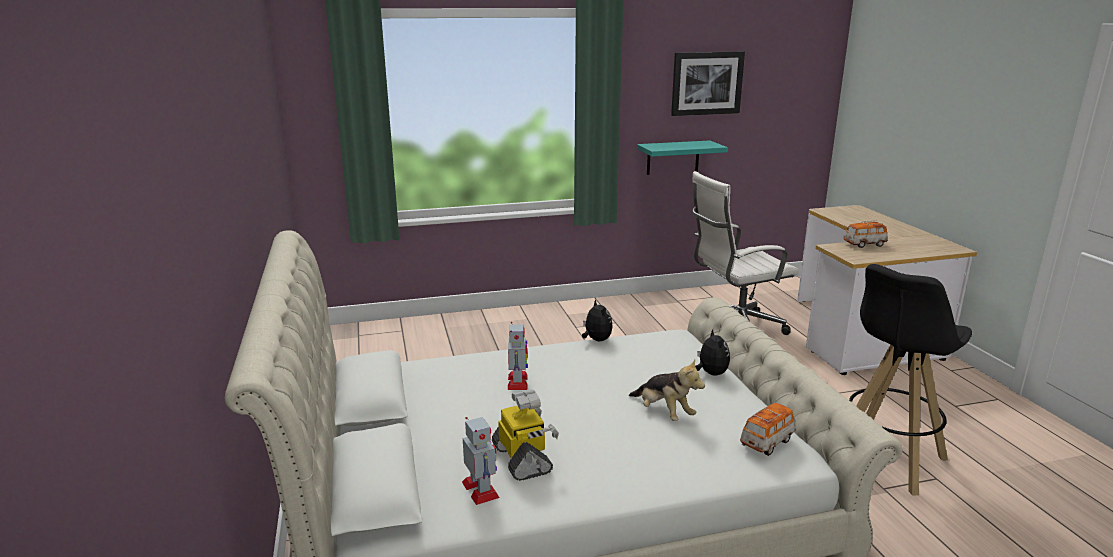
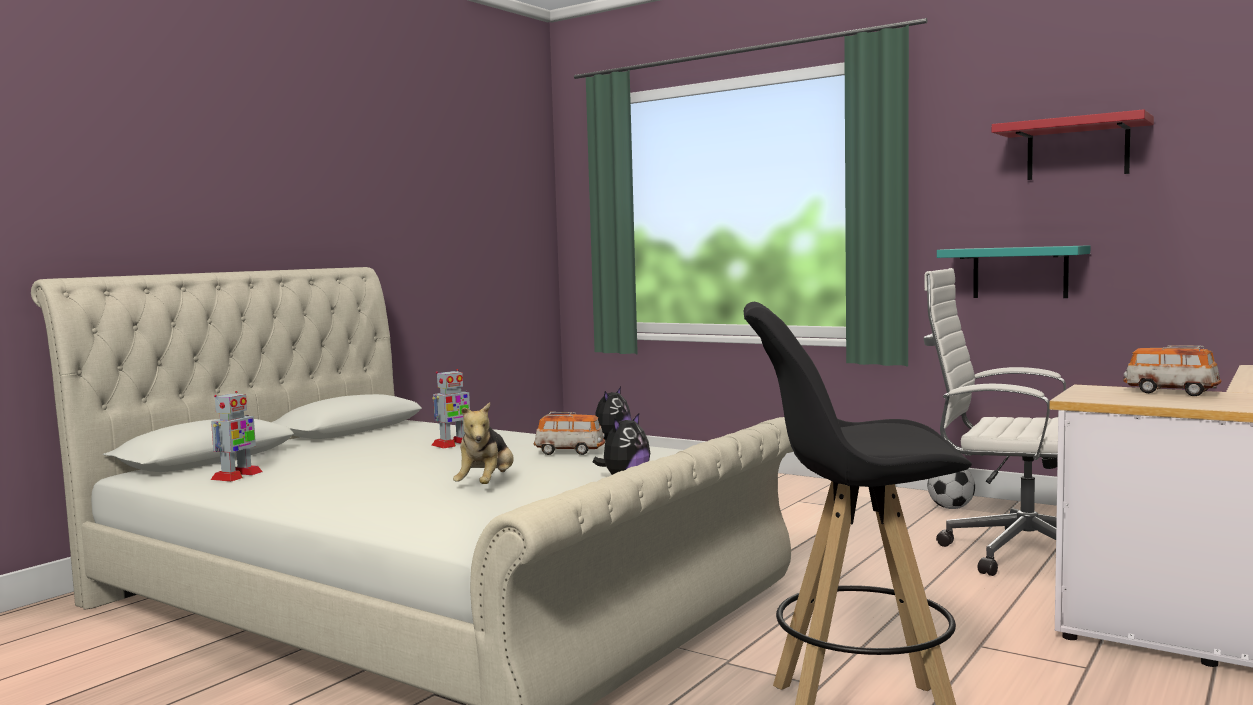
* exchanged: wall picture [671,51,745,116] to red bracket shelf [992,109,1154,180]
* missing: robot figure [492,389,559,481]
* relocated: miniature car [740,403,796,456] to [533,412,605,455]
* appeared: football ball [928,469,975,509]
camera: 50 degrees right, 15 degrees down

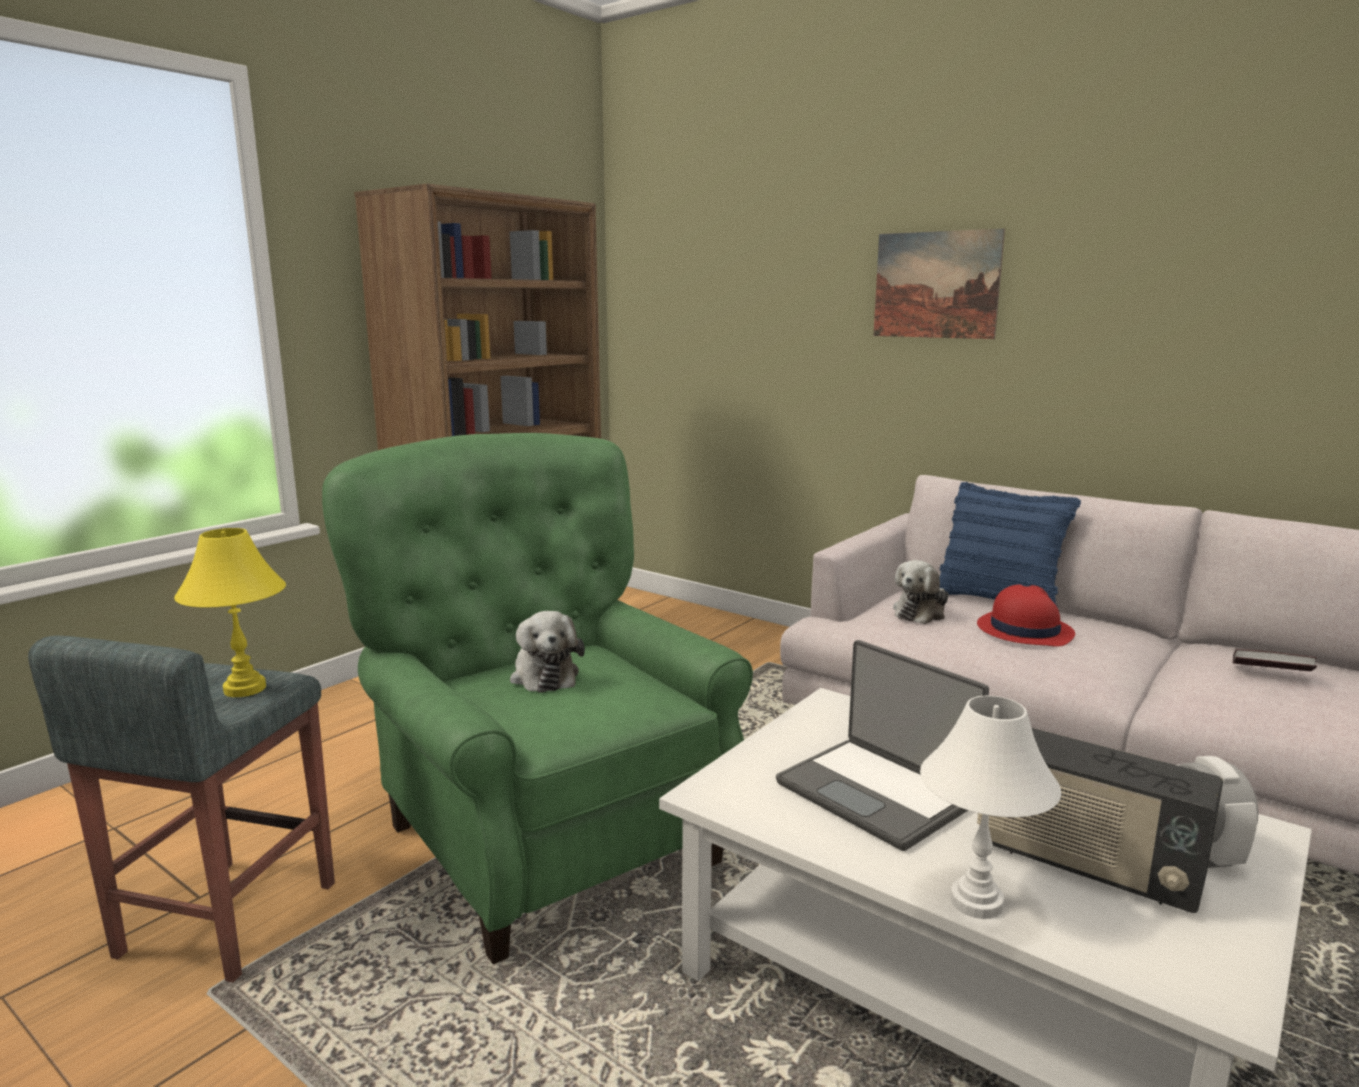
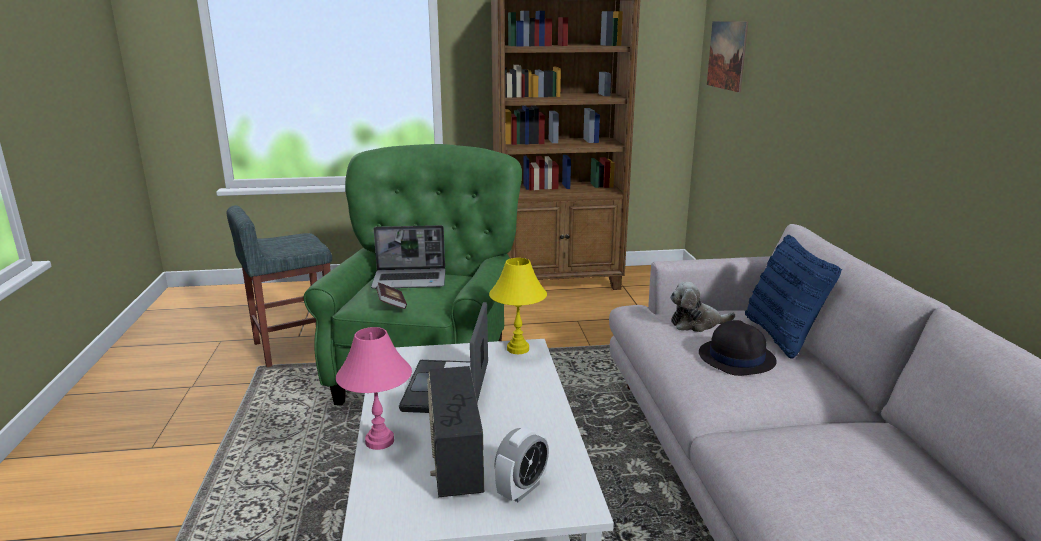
* relocated: wall picture [873,228,1005,339] to [707,21,748,93]
* relocated: yellowish tabletop lamp [174,528,286,697] to [489,258,547,354]
* colour: red hat [977,584,1075,647] to black hat [699,320,777,376]
* exchanged: cuddly toy [510,611,585,693] to laptop [371,225,445,289]
* relocated: volume [1233,649,1317,671] to [376,282,407,309]
* colour: whitish tabletop lamp [920,696,1061,919] to pink tabletop lamp [336,327,412,450]
camera: 45 degrees right, 5 degrees up

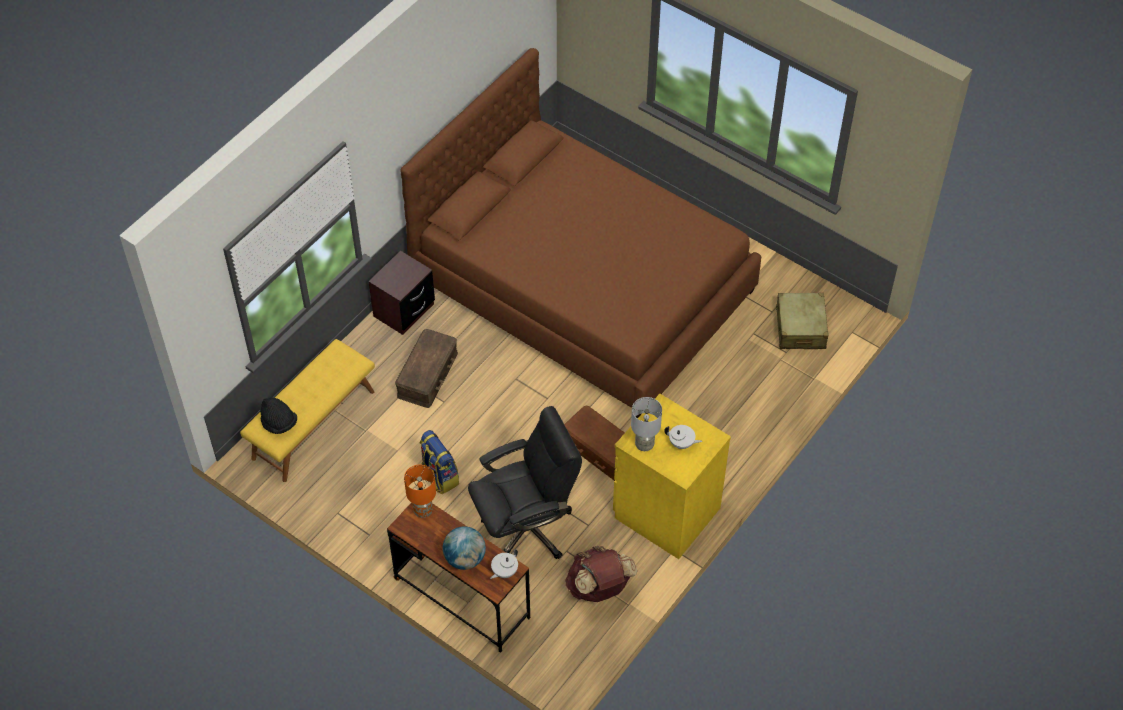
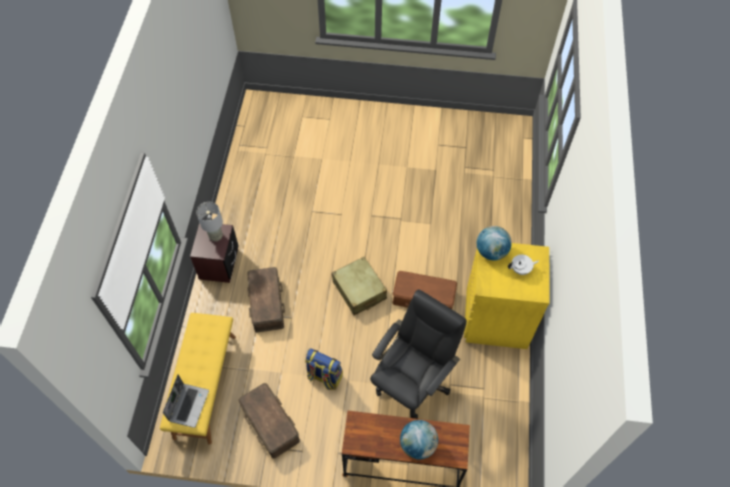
* missing: brown bed [401,48,761,419]
* relocated: sand-coloured suitcase [776,293,828,349] to [332,257,387,315]
* relocated: greyish tabletop lamp [631,397,662,451] to [196,202,223,242]
* exchanged: black hat [261,398,297,434] to laptop [163,375,209,428]
* missing: orangey tabletop lamp [404,465,436,518]
* missing: brown knapsack [565,546,637,602]
* missing: whitish pot for tea [490,549,518,579]
* appeared: globe [477,226,512,261]
* appeared: brown storage box [239,383,300,459]
camera: 30 degrees left, 5 degrees up

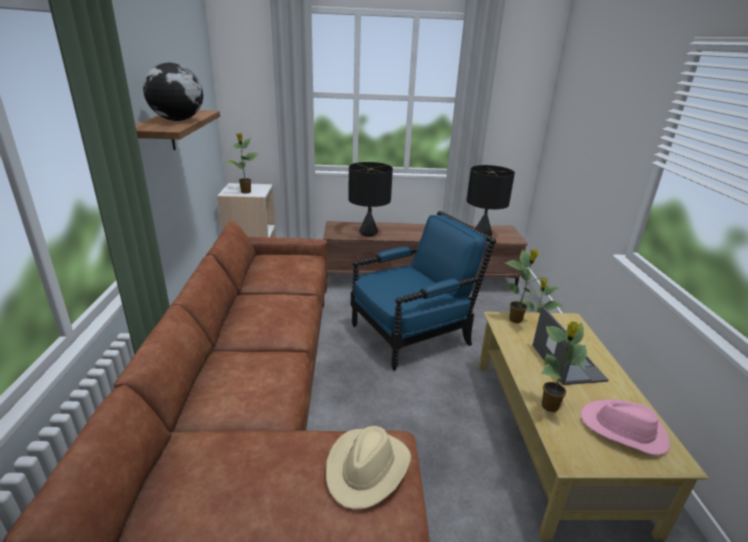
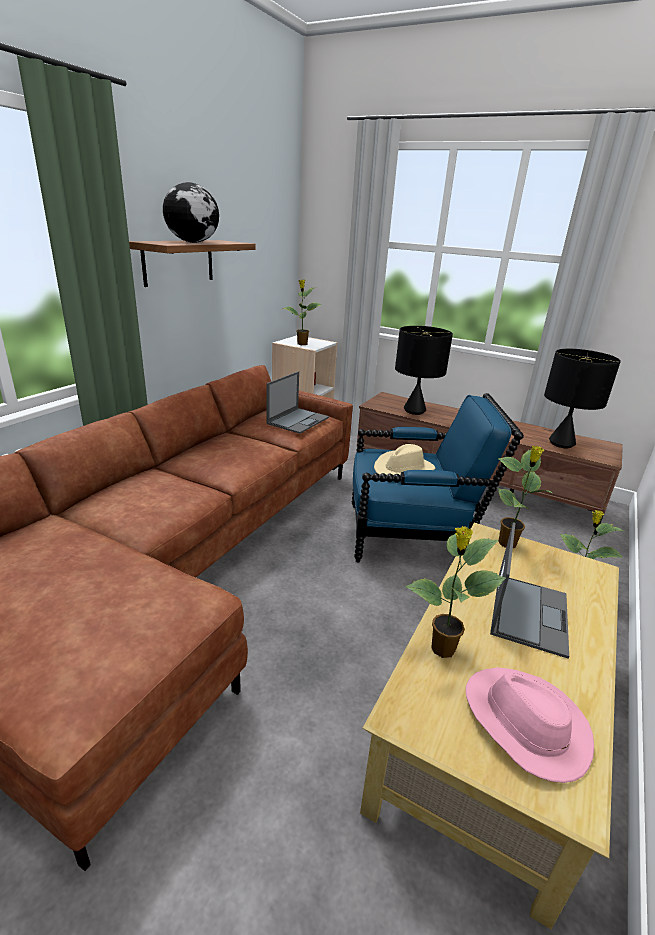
* relocated: sand-coloured hat [326,426,411,509] to [374,444,435,476]
* appeared: laptop [266,371,329,434]
camera: 30 degrees right, 0 degrees up

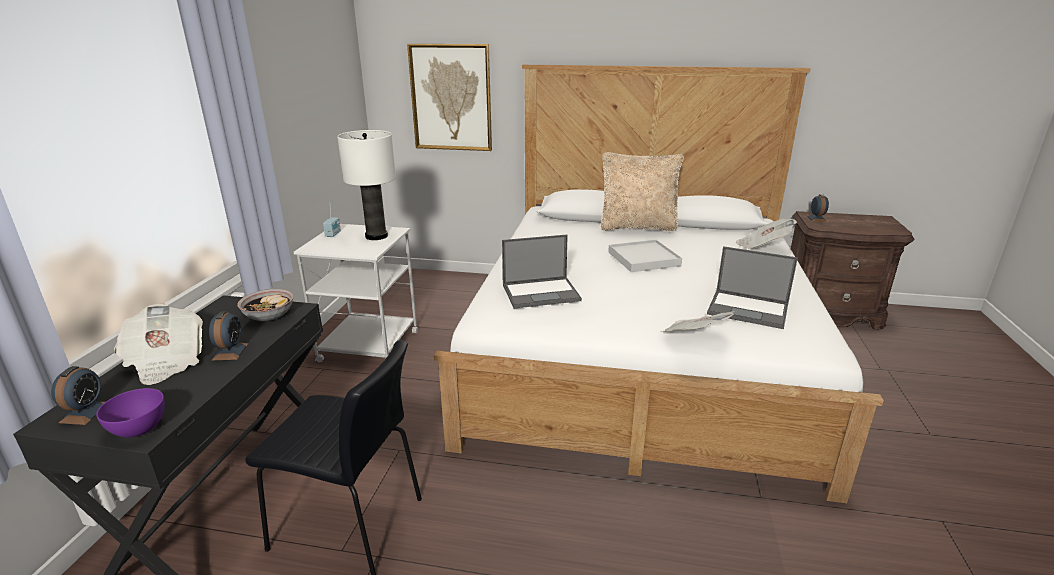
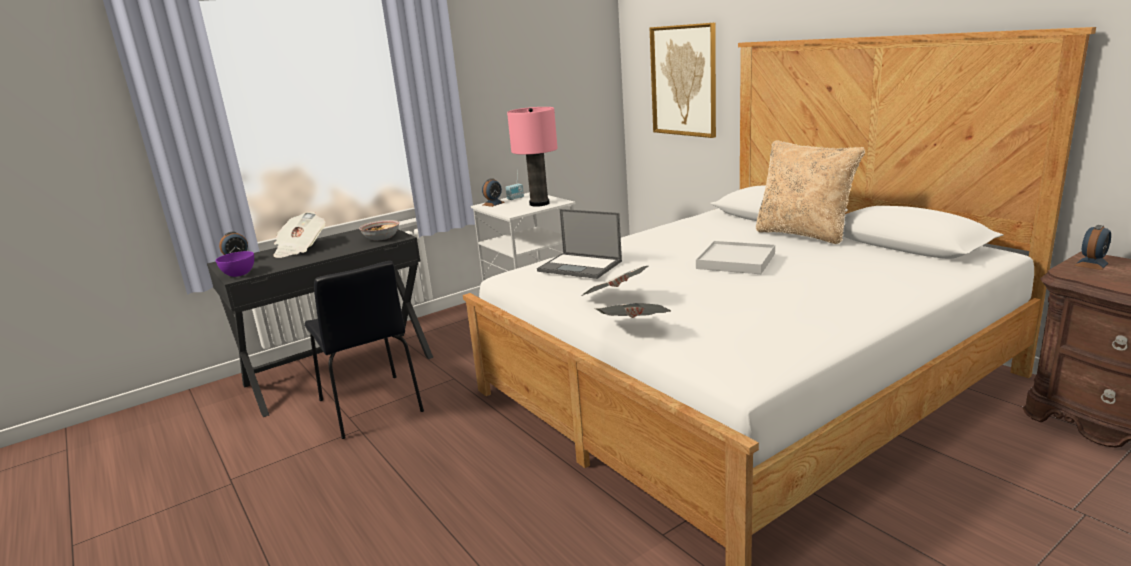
* colour: whitish tabletop lamp [337,130,396,240] to pink tabletop lamp [507,107,557,207]
* relocated: newspaper [735,219,797,249] to [581,266,648,296]
* missing: laptop [707,246,798,329]
* relocated: bedside clock [209,311,249,360] to [482,178,505,207]
camera: 45 degrees right, 5 degrees down

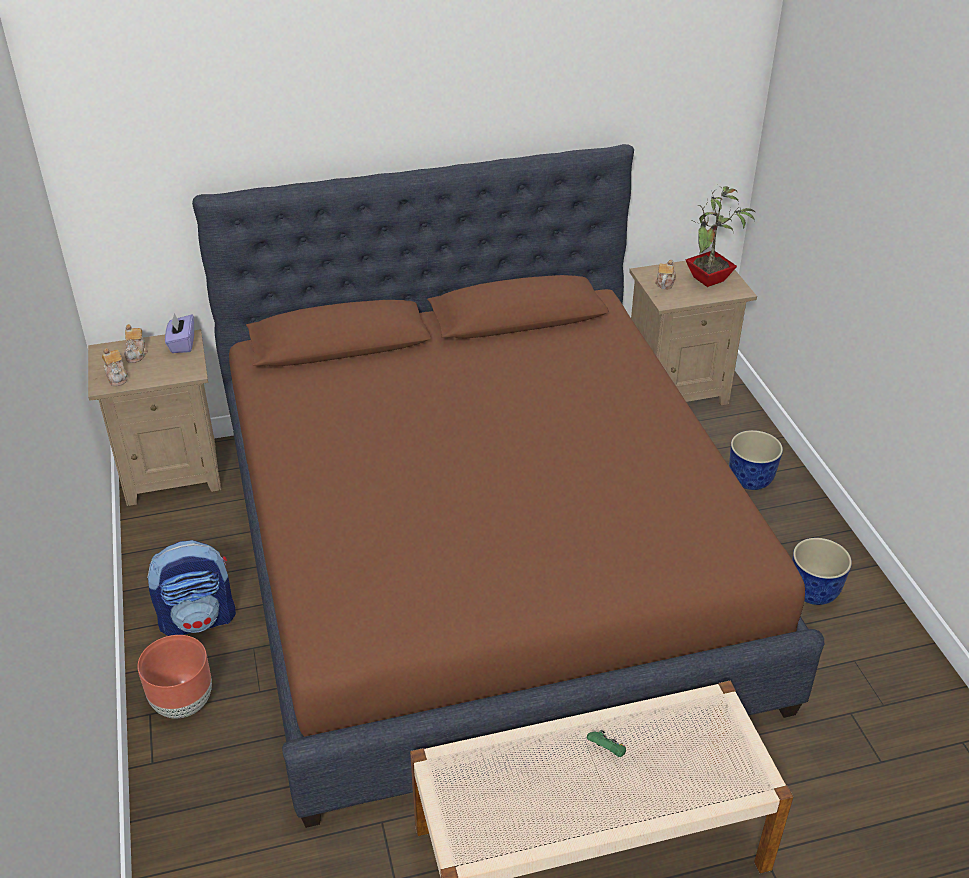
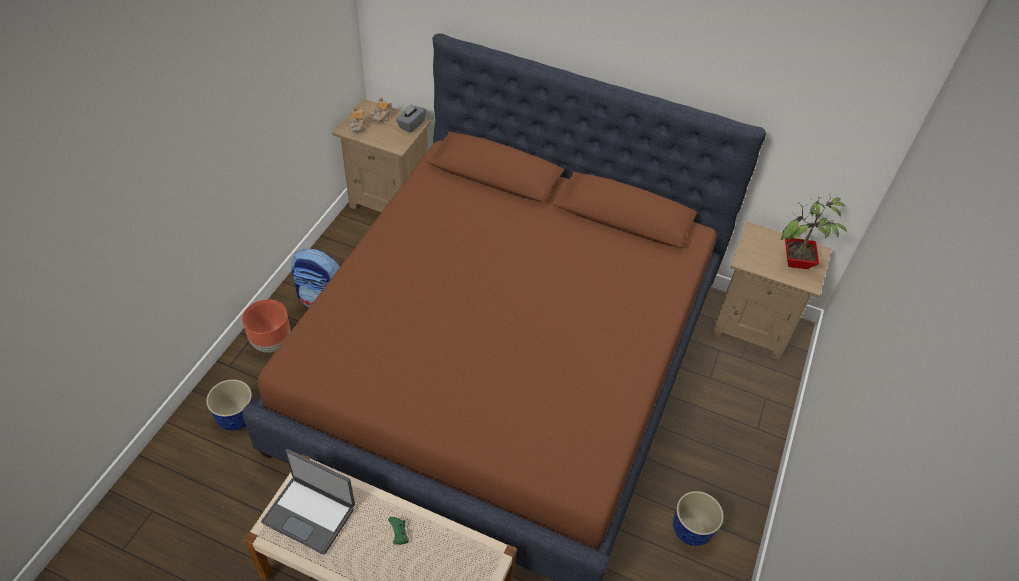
* missing: pot for tea [655,259,676,289]
* colour: purple-coloured box of tissues [165,313,194,353] to greyish box of tissues [396,103,426,133]
* relocated: plant pot [729,430,783,490] to [206,379,254,431]
* appeared: laptop [261,449,355,554]
camera: 35 degrees right, 10 degrees up

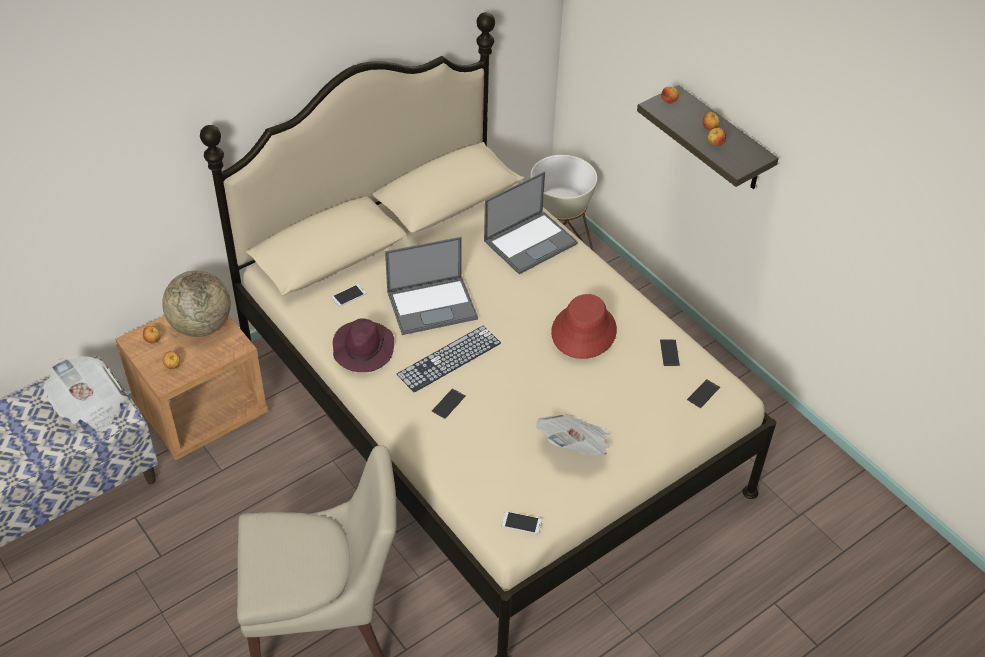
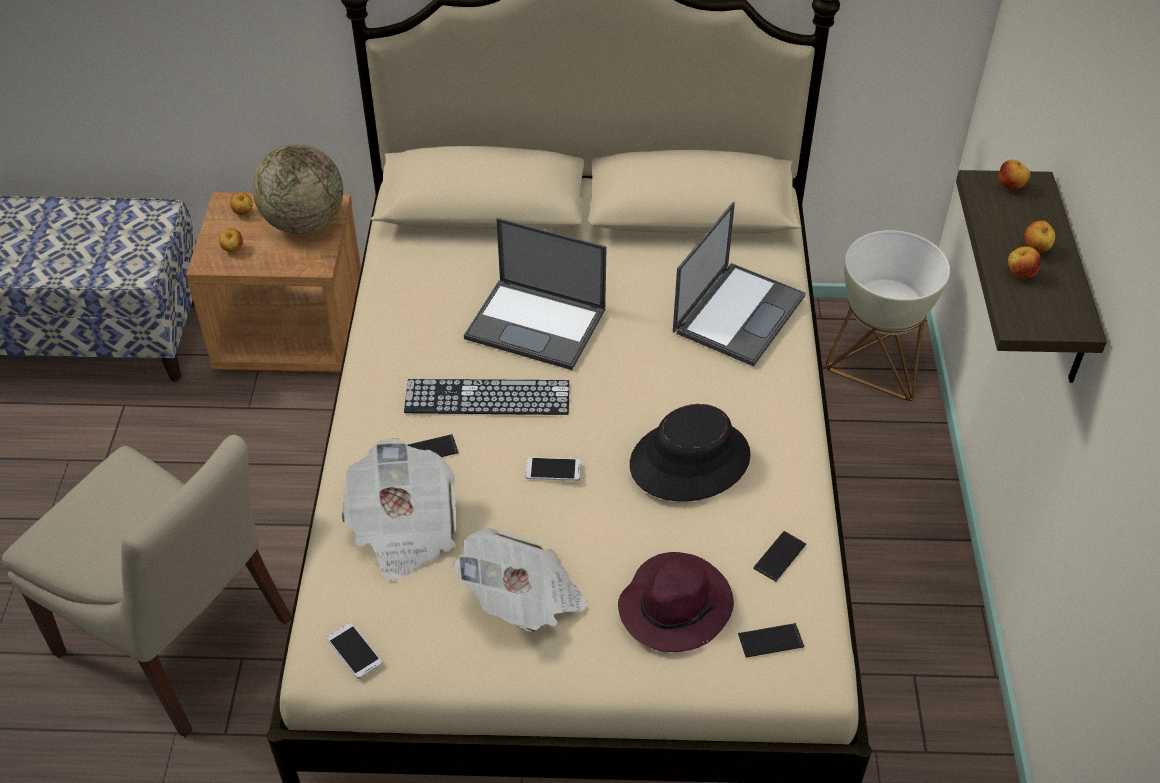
* spun: laptop [484,171,578,274] = [673,202,806,366] 60 degrees counterclockwise
* relocated: telephone [331,284,366,307] to [525,457,581,481]
* colour: red hat [551,294,617,359] to black hat [630,404,751,502]
* relocated: purple-coloured hat [333,318,394,372] to [618,552,734,652]
* relocated: newspaper [44,356,126,432] to [341,438,457,581]
camera: 40 degrees right, 0 degrees up

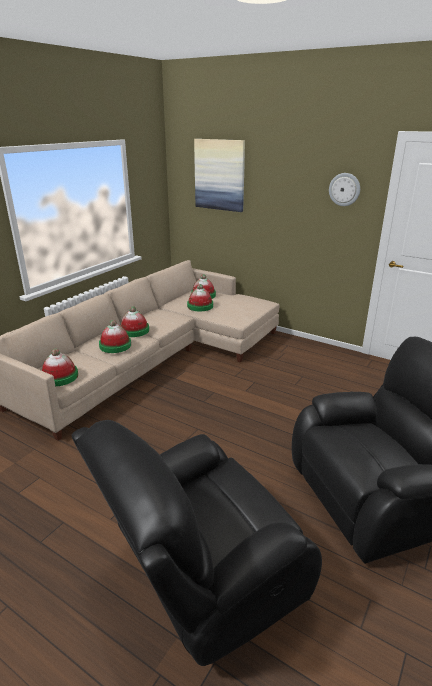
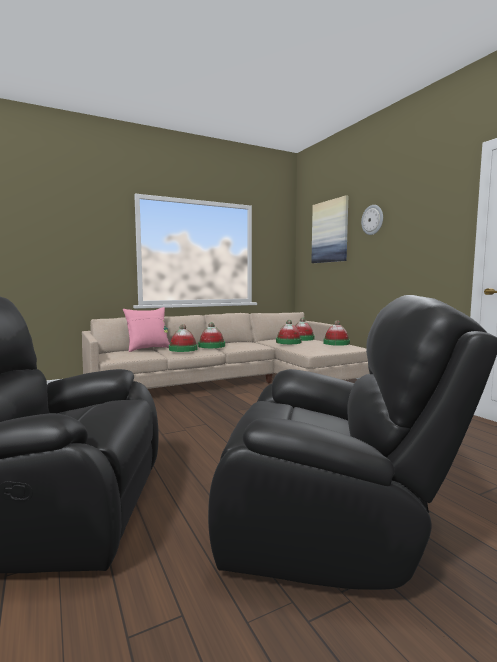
* relocated: clock on the wall [329,173,360,206] to [361,205,383,235]
* relocated: hat [42,348,78,386] to [323,320,350,346]
* appeared: pink throw pillow [123,307,170,352]
camera: 30 degrees right, 20 degrees down

